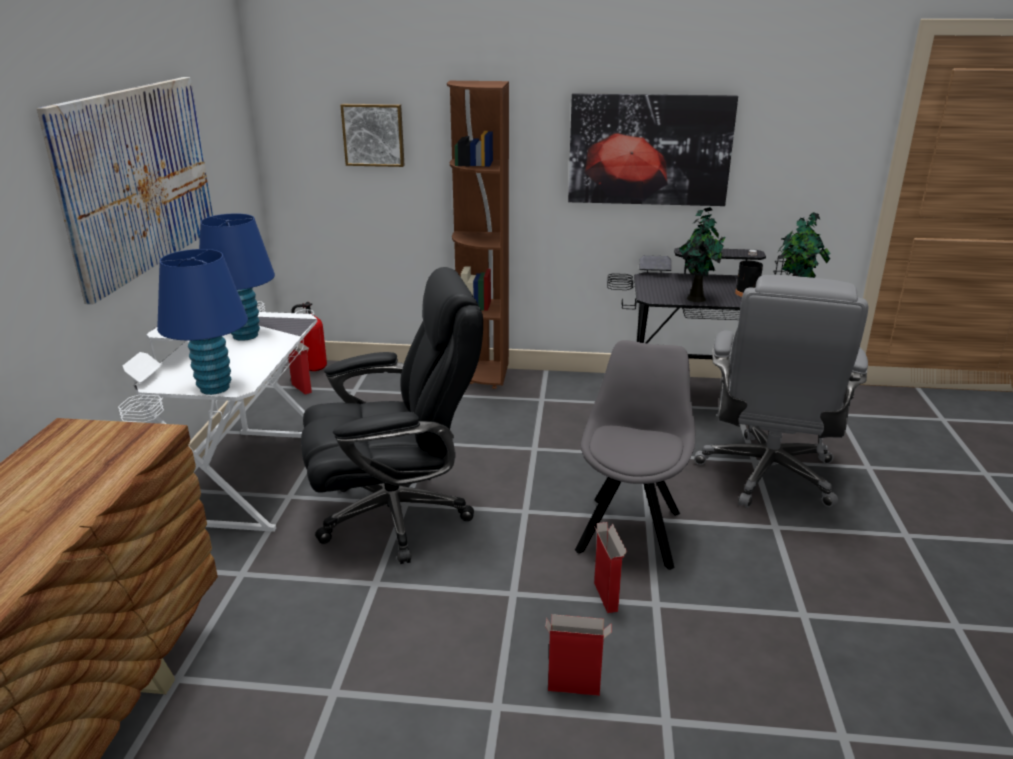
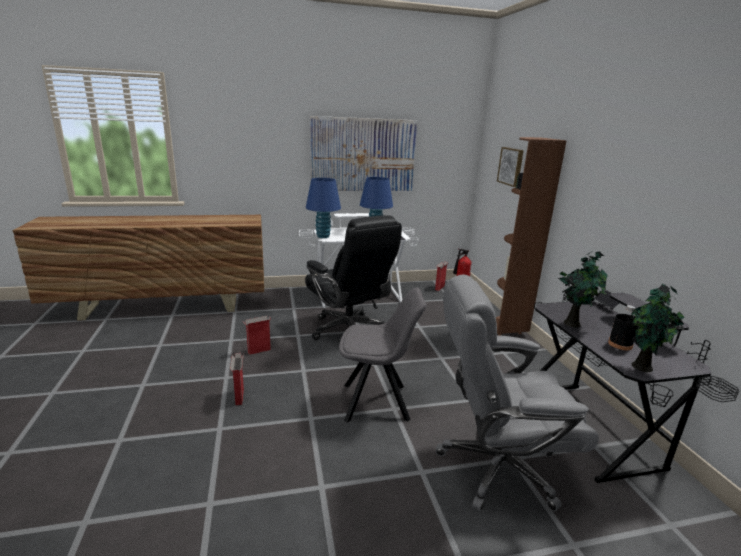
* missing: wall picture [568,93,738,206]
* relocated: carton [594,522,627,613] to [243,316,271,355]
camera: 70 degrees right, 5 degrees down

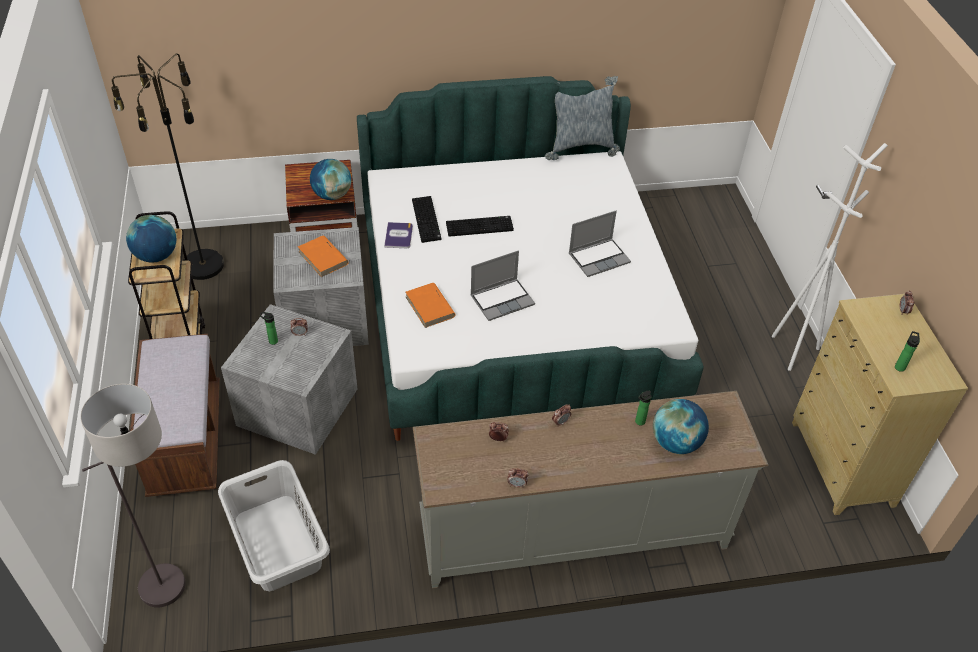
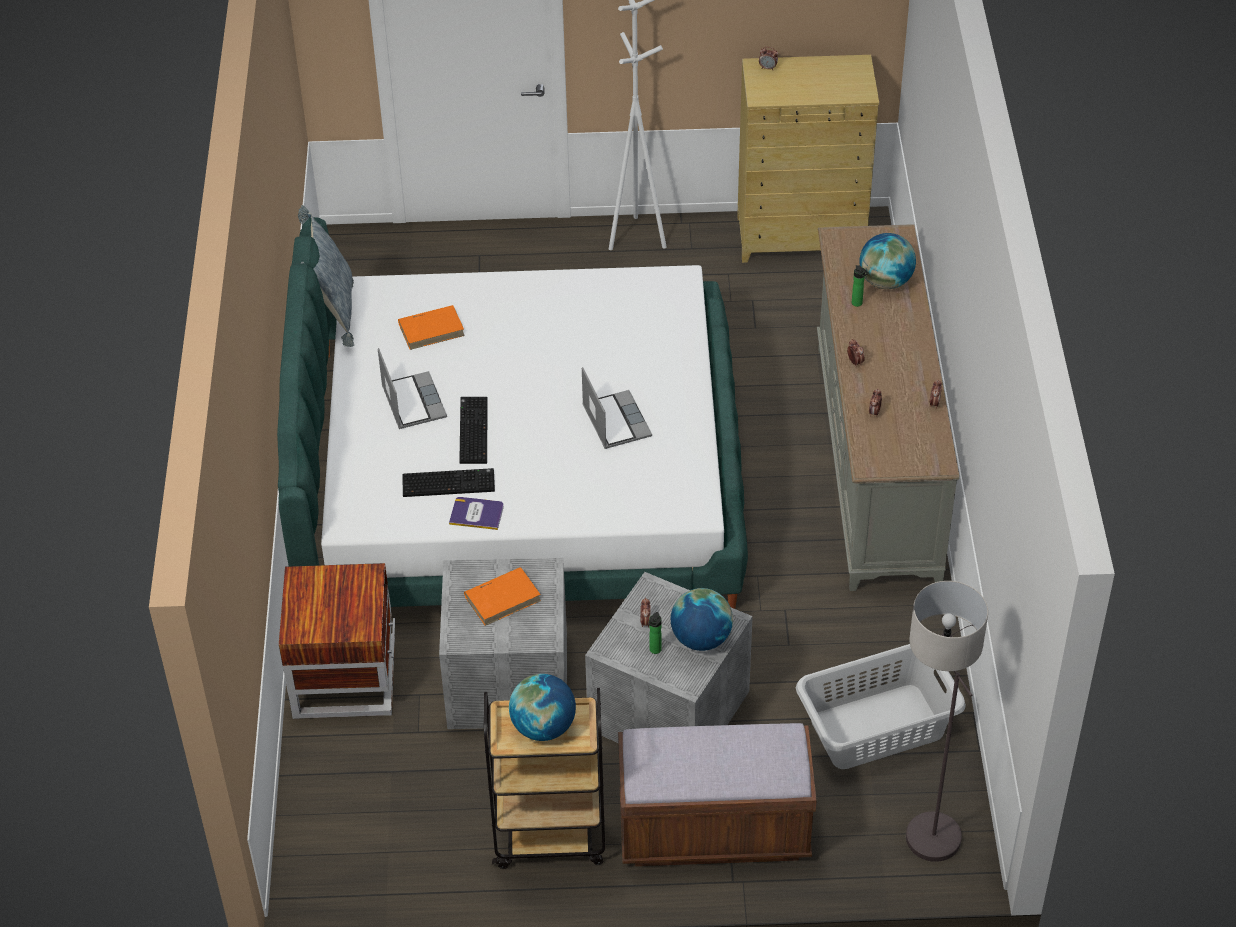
* missing: floor lamp [111,53,224,280]
* relocated: globe [310,159,351,200] to [671,588,733,651]
* relocated: laptop [569,211,631,277] to [378,348,447,429]
* relocated: orangey volume [406,283,455,328] to [398,305,465,350]
* missing: drink bottle [895,331,920,372]
camera: 80 degrees left, 0 degrees up

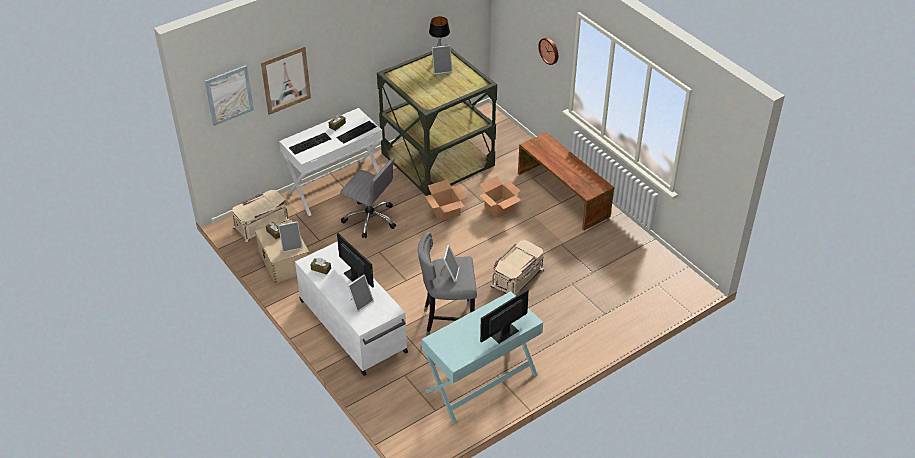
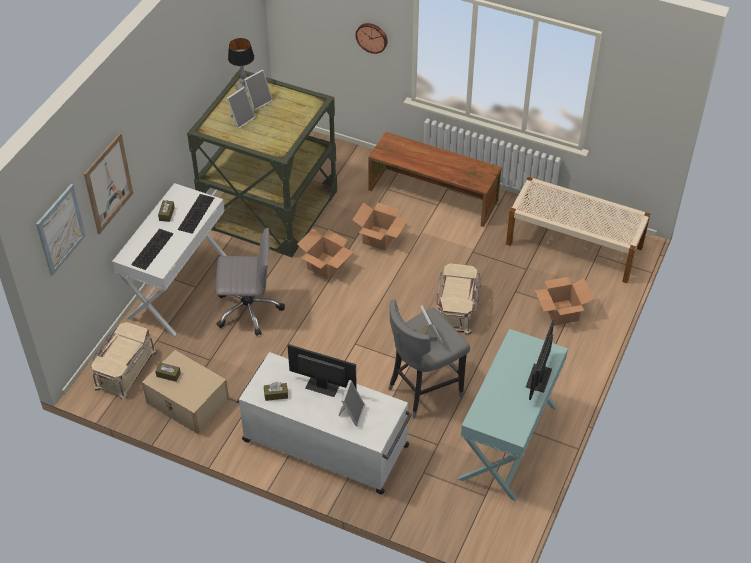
* relocated: picture frame [278,221,303,252] to [226,87,256,129]
* appeared: sand-coloured bench [506,176,651,283]
* appeared: carton [535,277,594,326]
camera: 30 degrees left, 5 degrees up

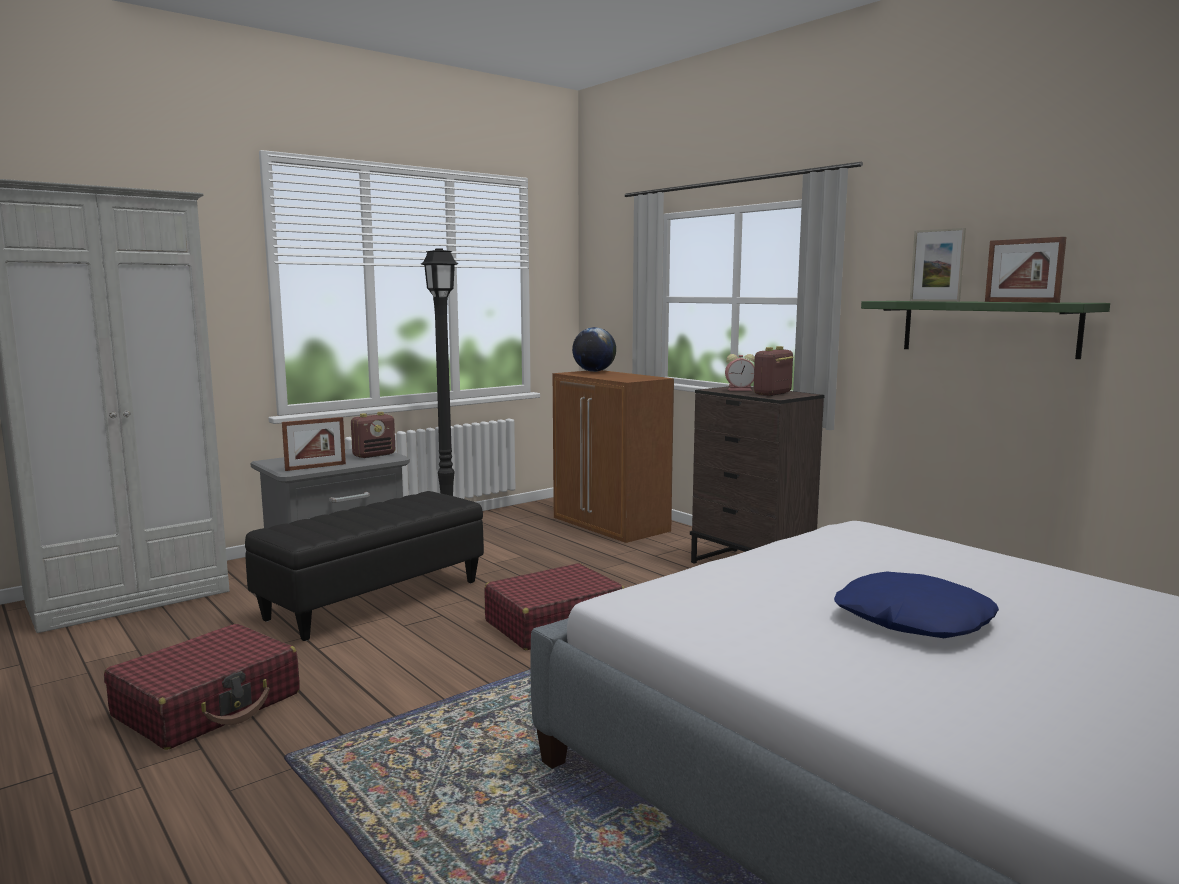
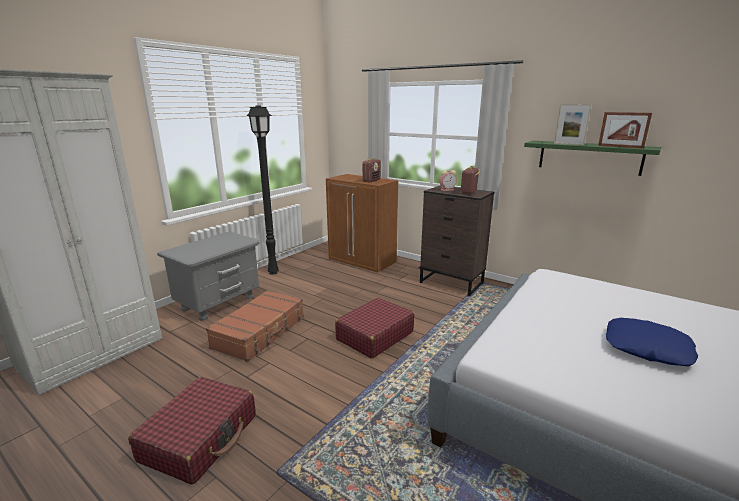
* missing: globe [572,327,616,372]
* relocated: radio set [351,412,395,458] to [362,158,381,182]
* missing: picture frame [282,417,346,471]
* exchanged: black ottoman [245,491,484,641] to brown suitcase [206,290,304,362]
camera: 15 degrees left, 10 degrees up

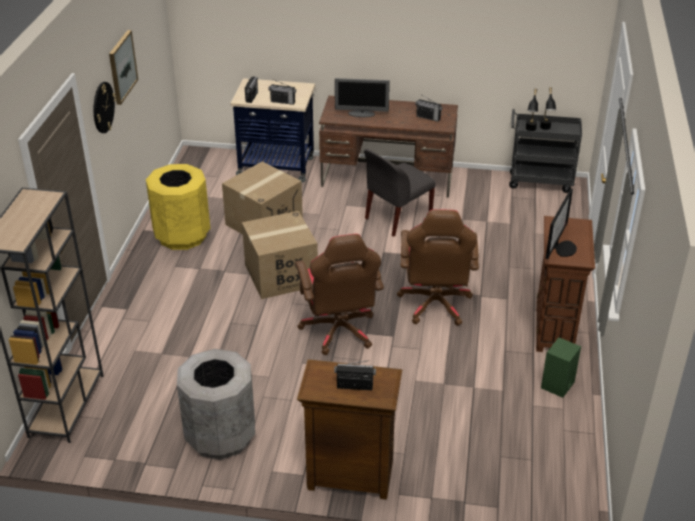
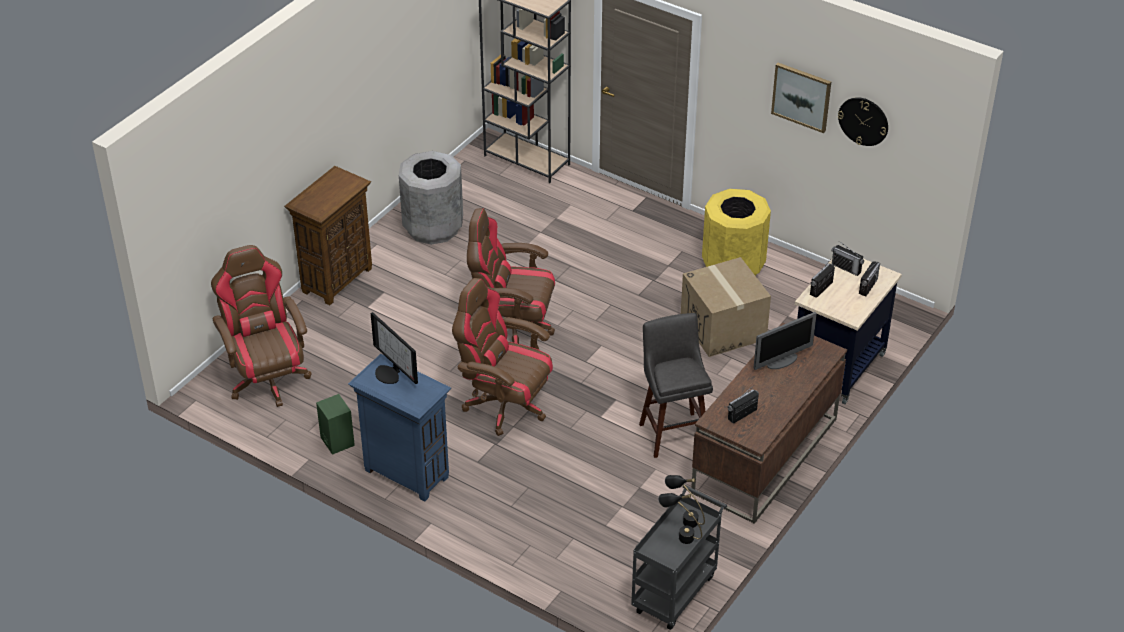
* spun: computer display [335,78,390,117] = [754,312,817,370] 150 degrees counterclockwise
* relocated: clock on the wall [94,82,116,133] to [838,97,888,146]
* exchanged: greyish chair [364,149,436,237] to greyish stool seat [639,313,713,458]
* missing: carton [242,211,318,299]
* colour: brown cupboard [536,216,595,352] to blue-coloured cupboard [348,354,451,501]
* relocated: radio set [334,360,376,390] to [859,261,880,297]
* appeared: brown desk chair [211,245,312,407]
camera: 115 degrees right, 5 degrees up

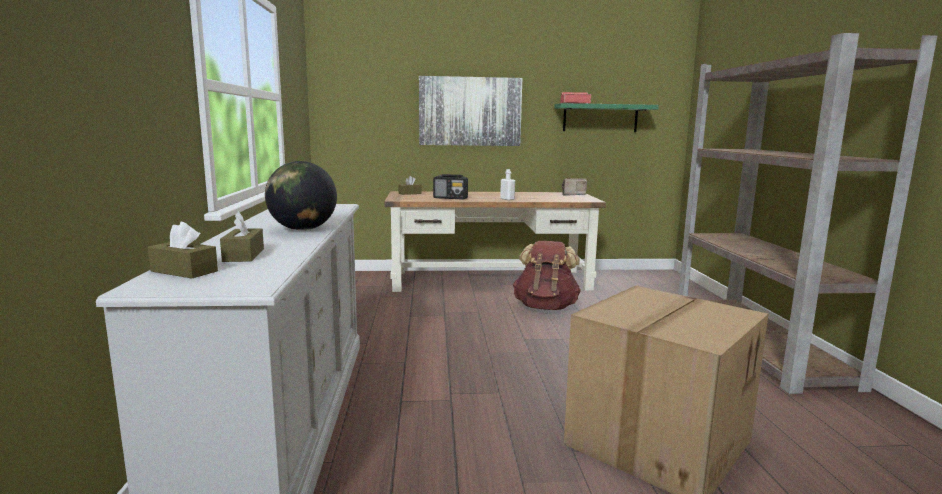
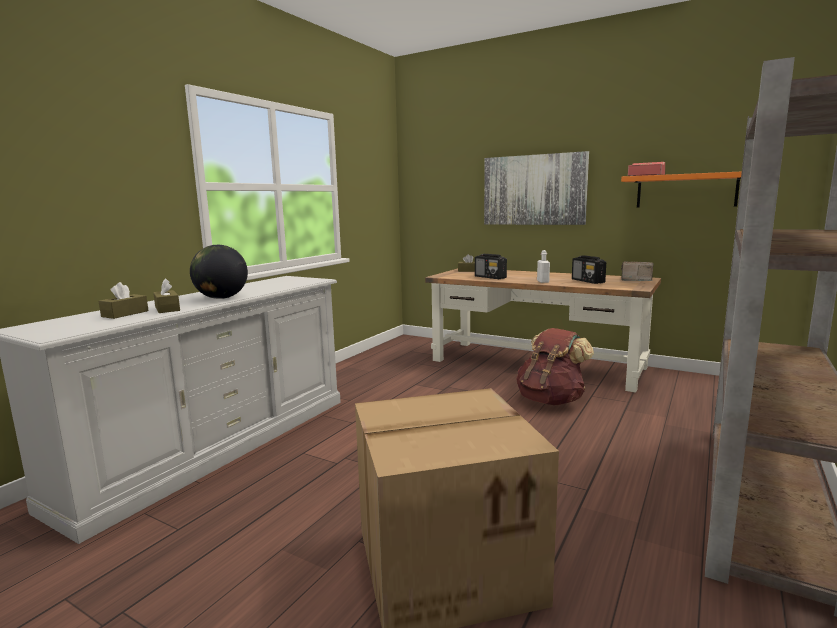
* colour: green-coloured bracket shelf [554,103,659,132] to orangey bracket shelf [621,172,742,208]
* relocated: brown box of tissues [148,221,218,279] to [153,278,180,313]
* appeared: radio set [572,255,606,284]
camera: 35 degrees right, 0 degrees up

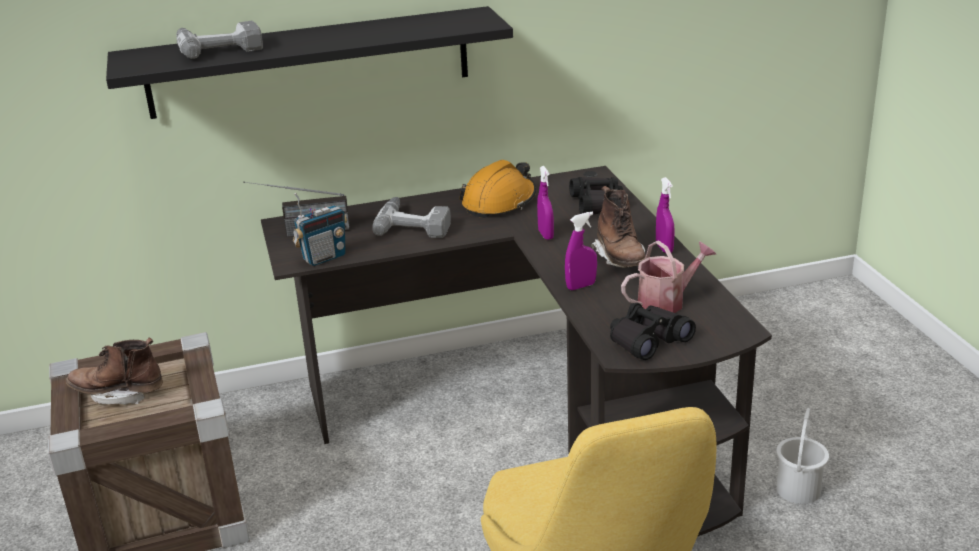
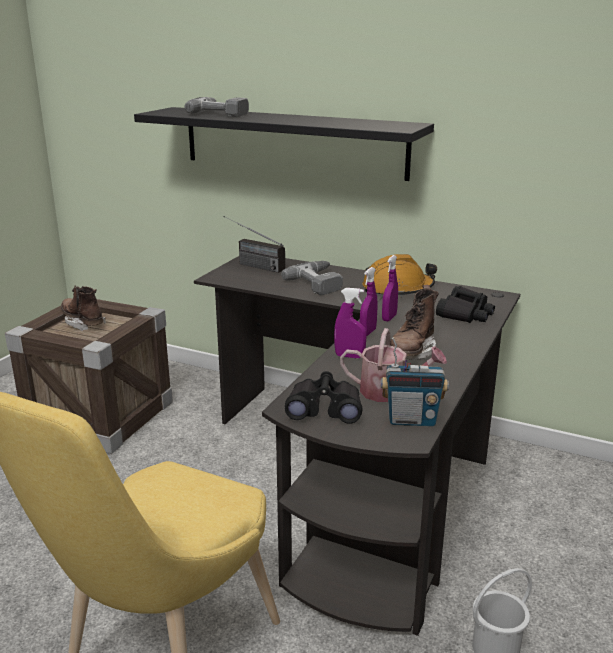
* relocated: purple-coloured sprayer [656,177,675,253] to [360,267,378,336]
* relocated: radio set [293,193,347,266] to [381,337,449,426]
camera: 40 degrees right, 5 degrees down

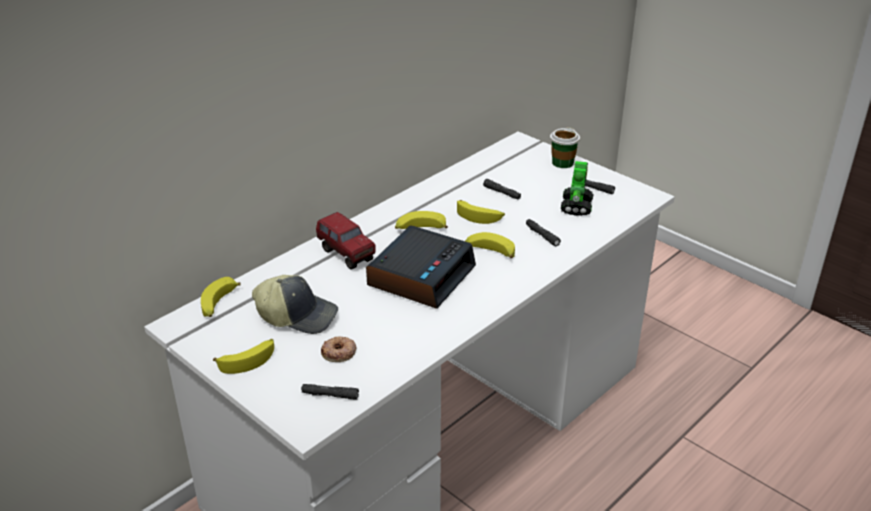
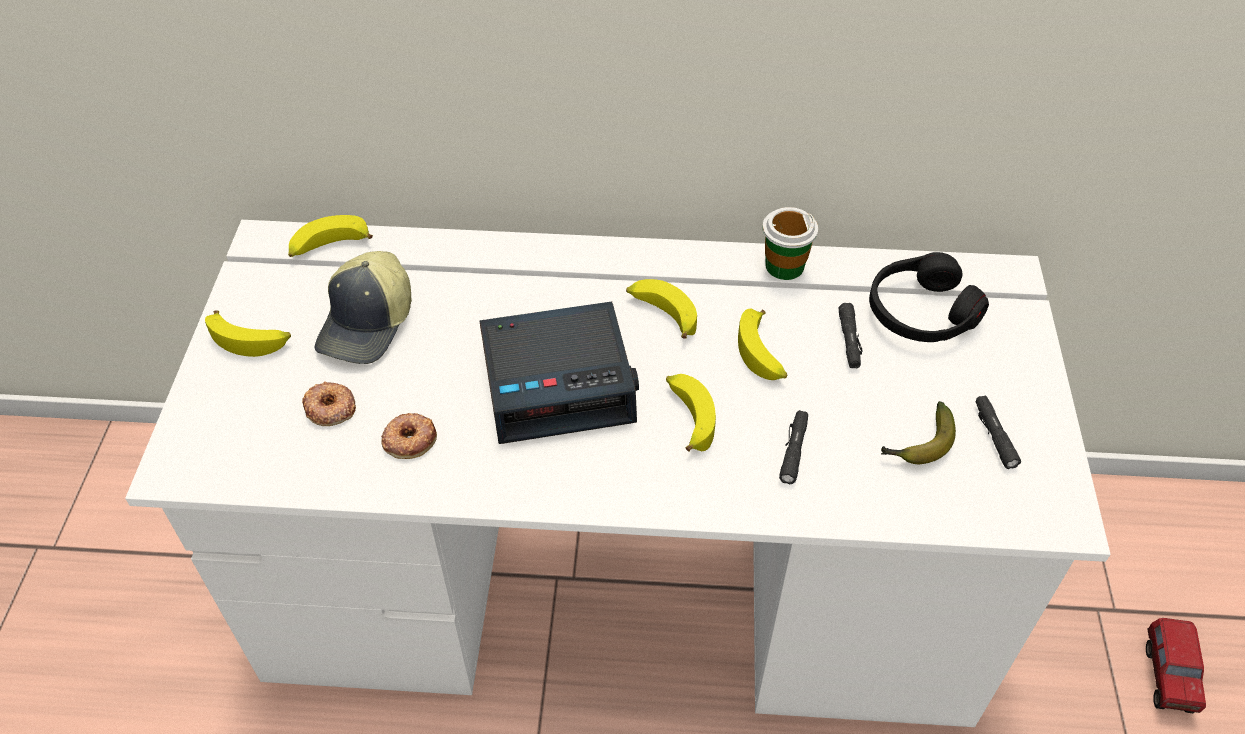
* relocated: cup [550,127,580,168] to [763,207,818,280]
* exchanged: robot figure [561,161,593,216] to whole banana [881,401,956,464]
* relocated: toy lorry [316,212,375,270] to [1146,618,1206,713]
* spun: cap [252,275,338,334] = [315,251,412,364] 45 degrees clockwise
* missing: black hand torch [301,384,359,400]
* appeared: black pair of headphones [869,252,989,342]
* appeared: ring doughnut [381,413,437,459]
camera: 50 degrees right, 15 degrees up

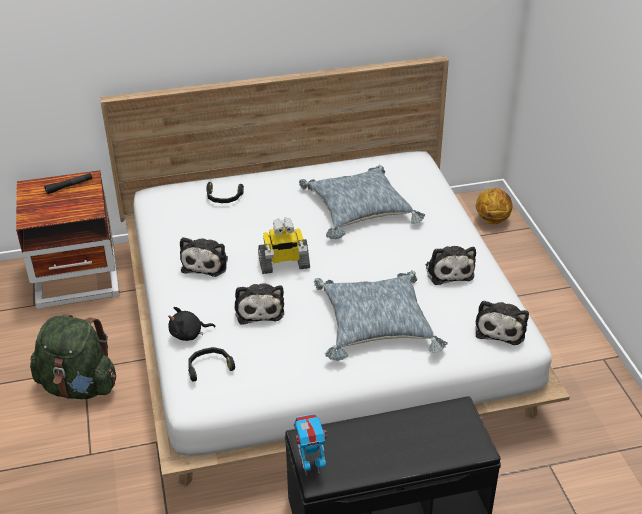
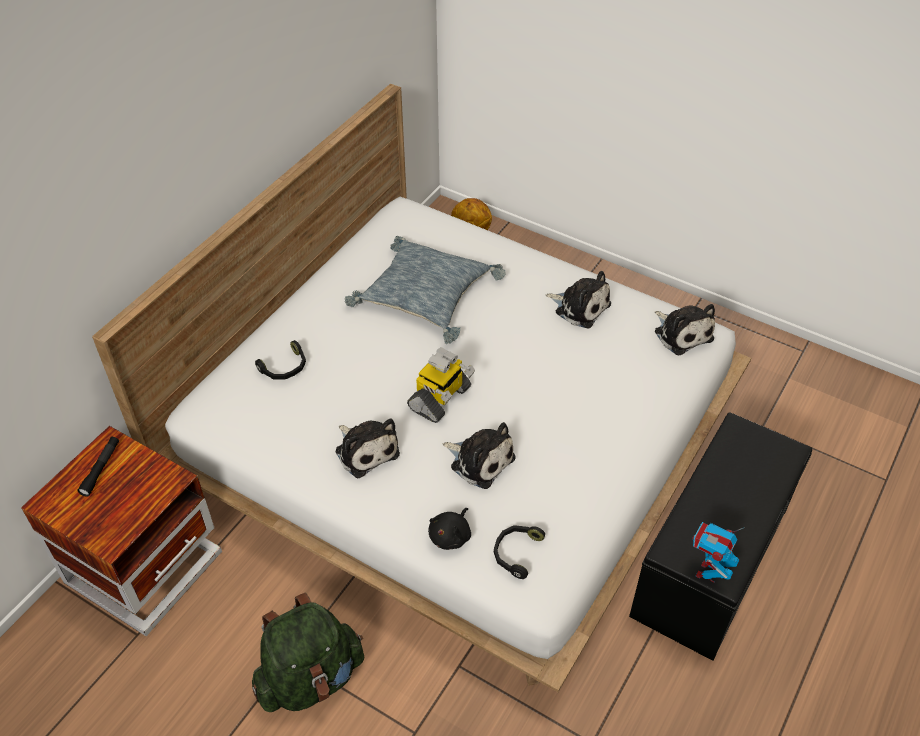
* missing: throw pillow [314,270,448,361]
camera: 45 degrees left, 10 degrees up

